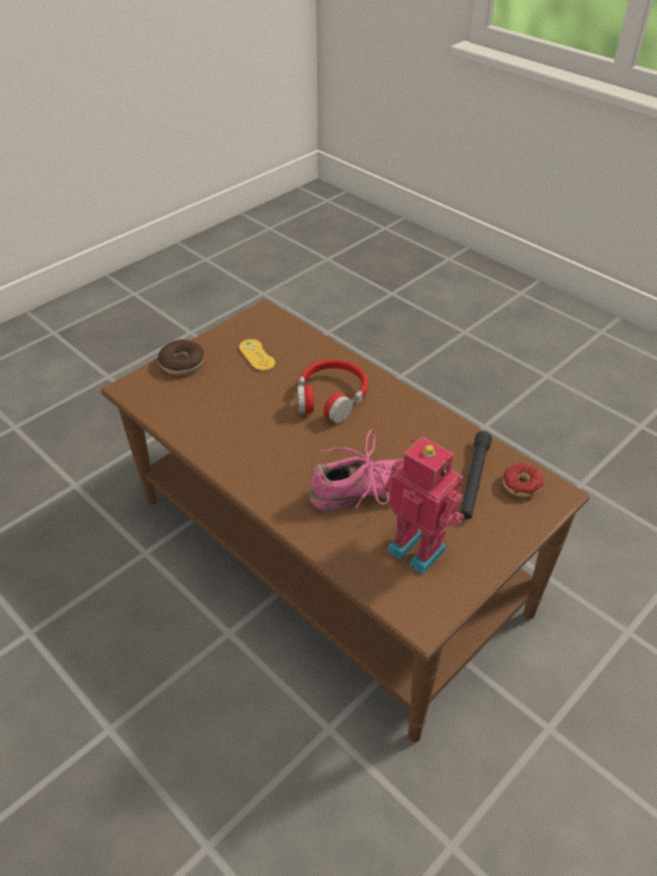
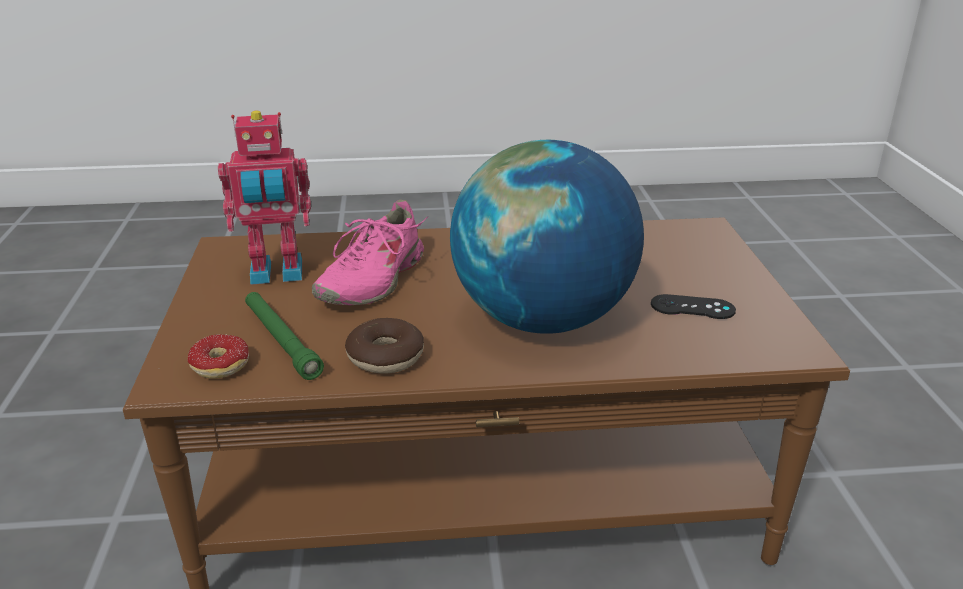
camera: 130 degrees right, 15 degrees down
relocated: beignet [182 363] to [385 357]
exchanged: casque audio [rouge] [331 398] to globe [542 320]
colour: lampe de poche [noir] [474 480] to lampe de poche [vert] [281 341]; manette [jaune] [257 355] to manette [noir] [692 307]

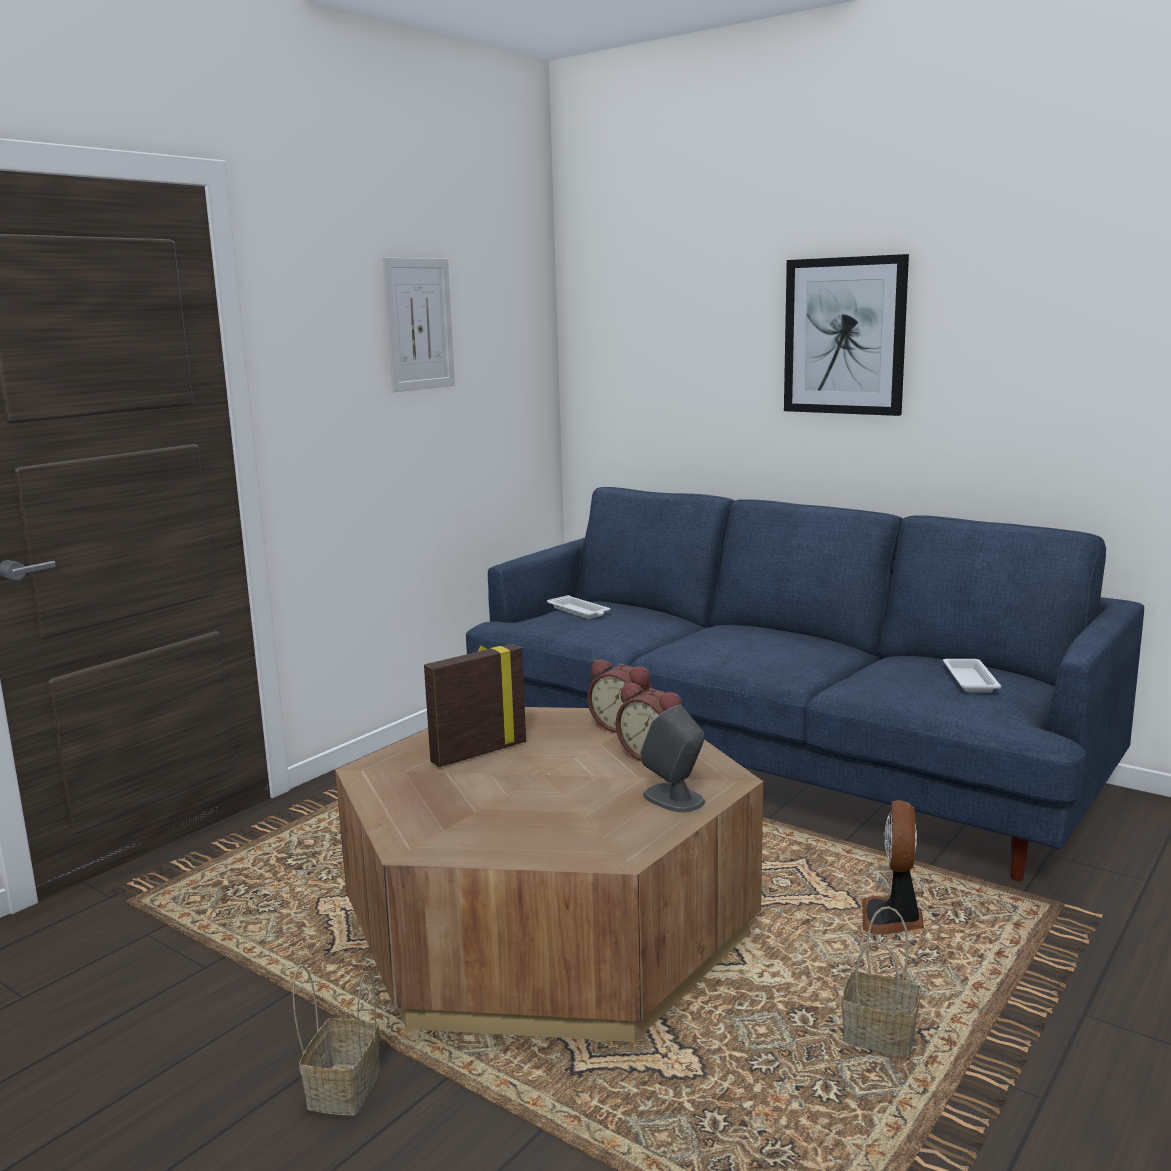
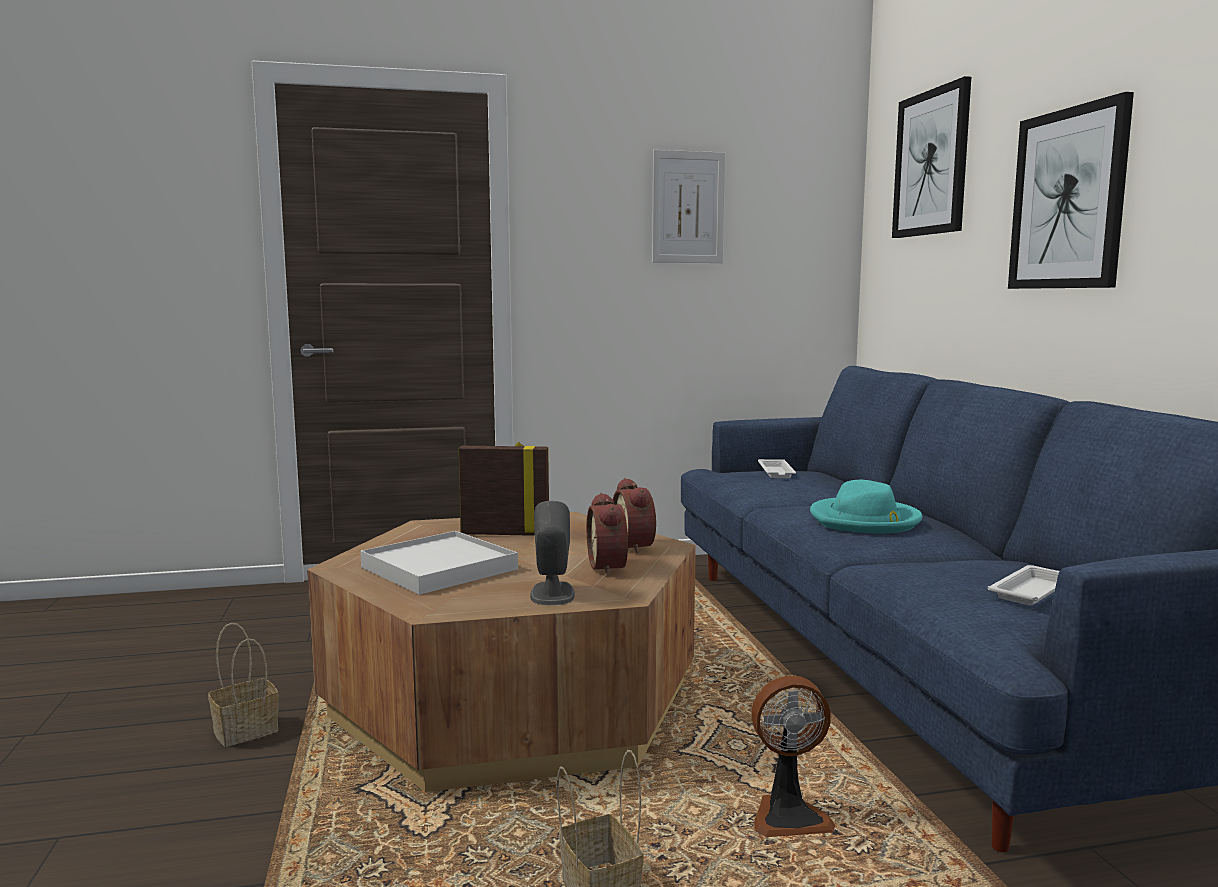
camera: 40 degrees right, 5 degrees down
appeared: plateau [blanc] [438 568]; chapeau [turquoise] [864 521]; tableau [931 163]
spun: ventilateur [892 919] = [788 817] 150 degrees counterclockwise

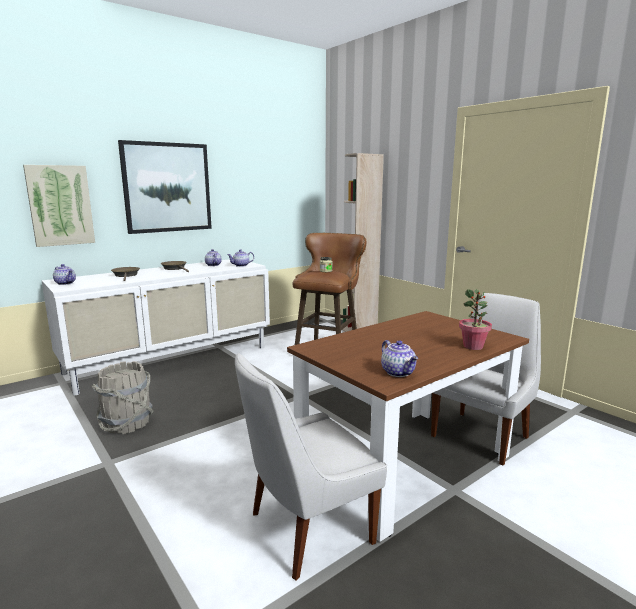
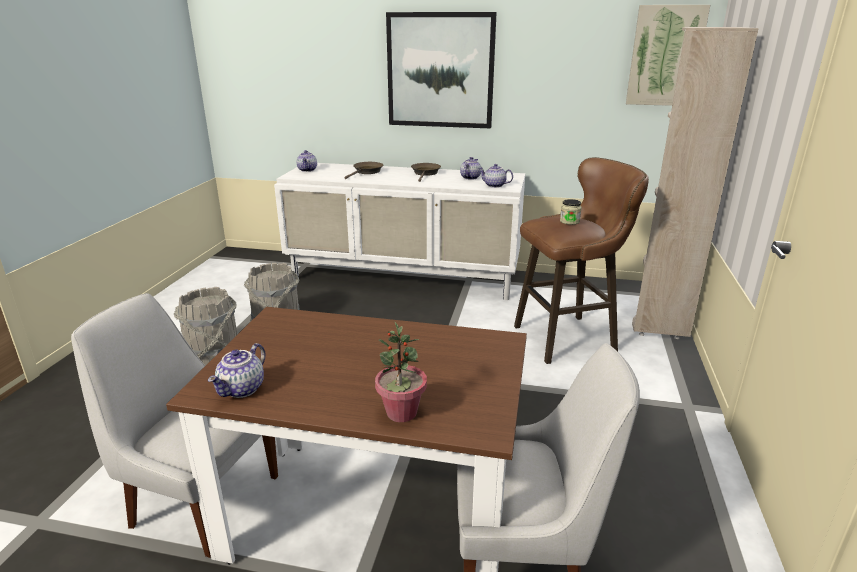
camera: 50 degrees right, 10 degrees up
appeared: seau [gris] [214 354]
relocated: tableau [60 205] to [665 56]

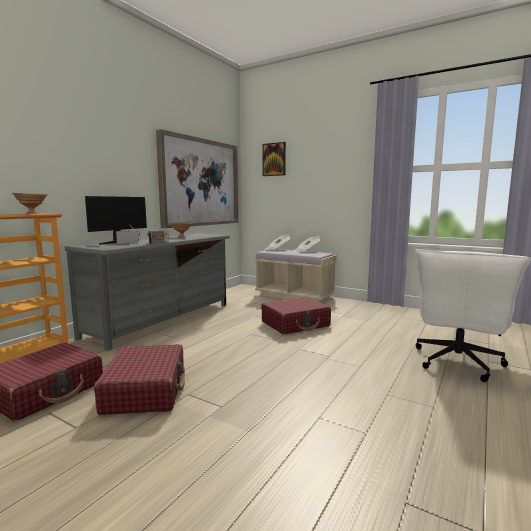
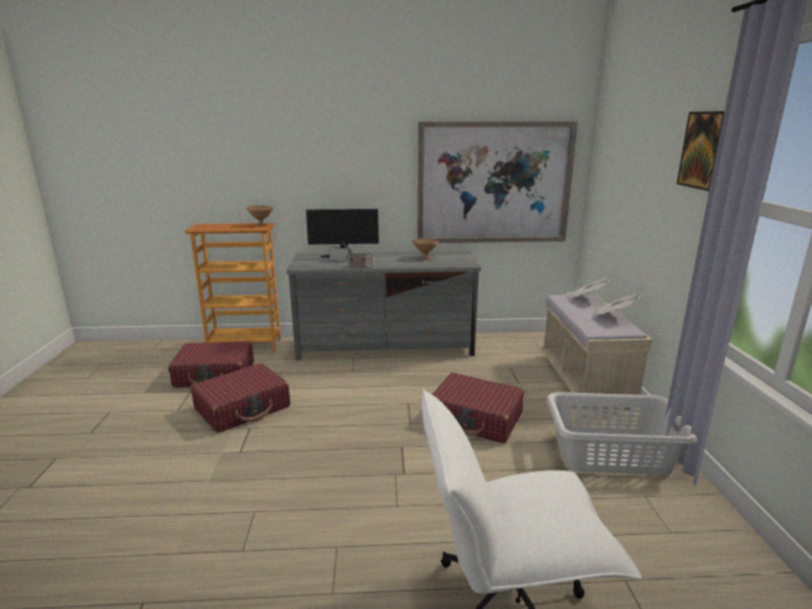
camera: 55 degrees right, 10 degrees up
appeared: panier à linge [gris] [612 455]
relocated: tableau [274 159] to [703 150]

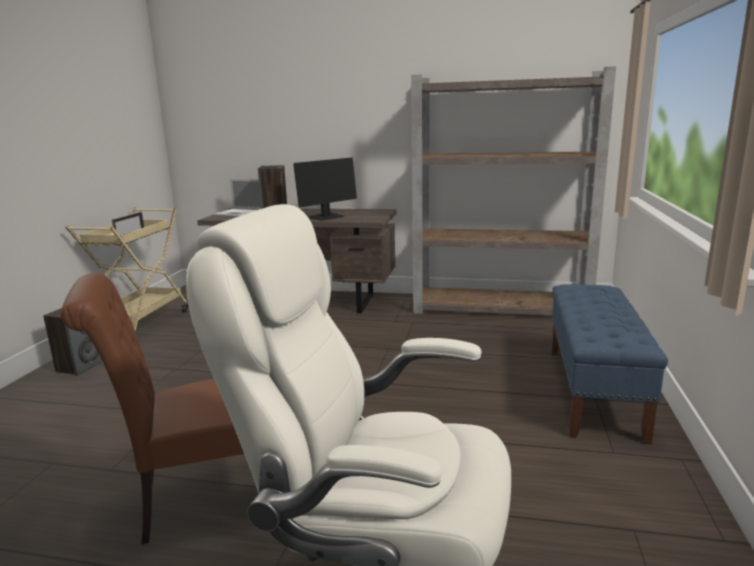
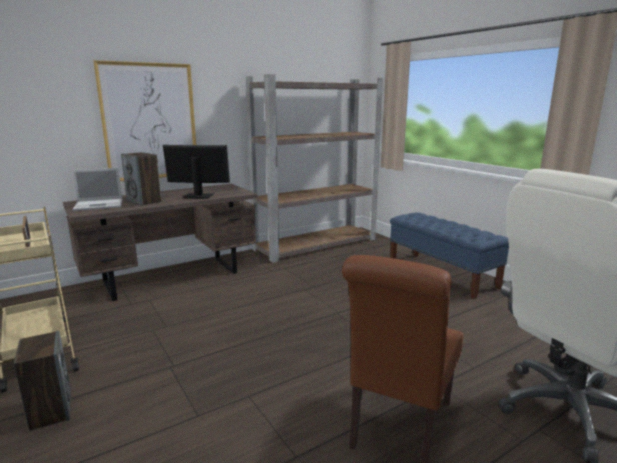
camera: 45 degrees left, 0 degrees up
appeared: tableau [150 122]
spun: écran d'ordinateur [326 217] = [198 196] 90 degrees counterclockwise

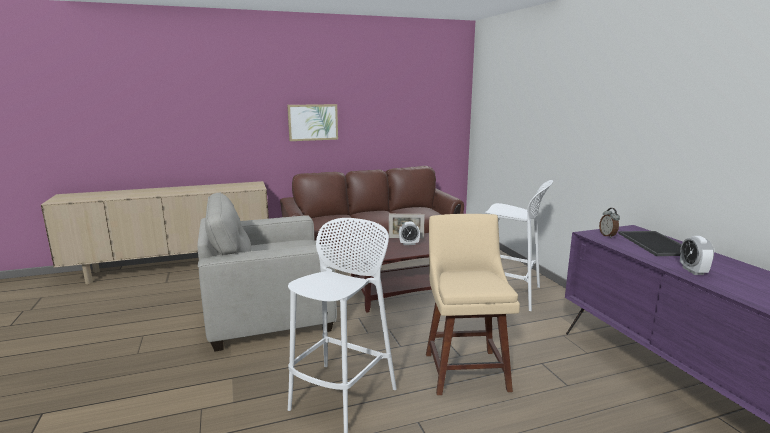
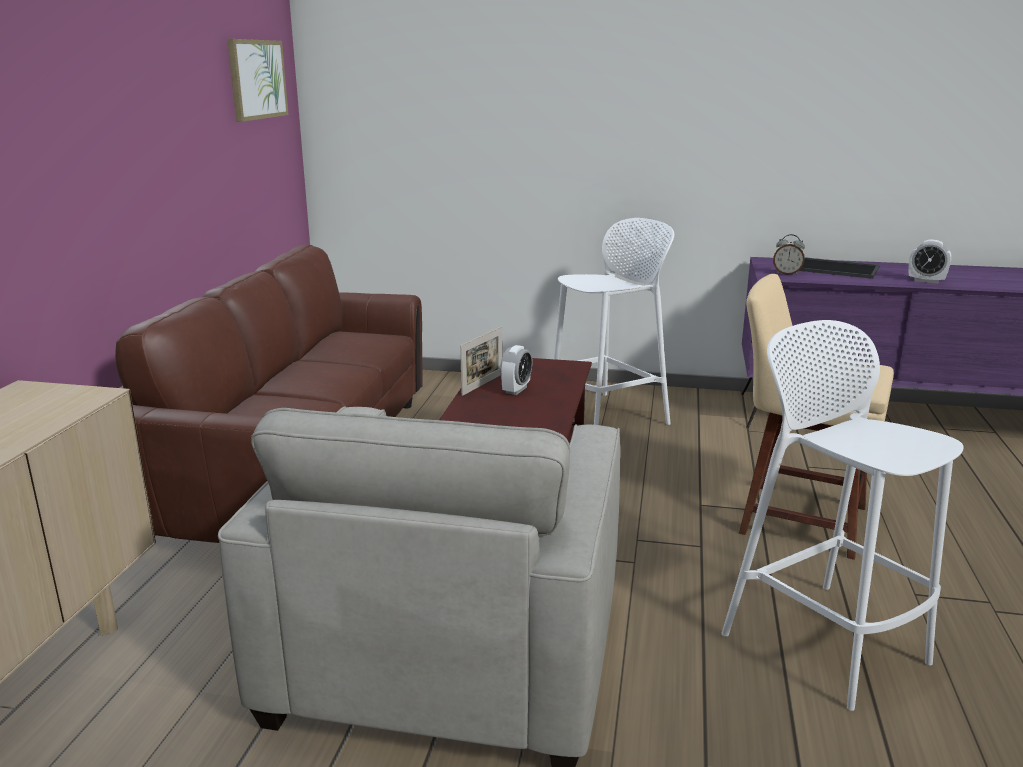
camera: 60 degrees left, 5 degrees up
relocated: tableau [313 122] to [257 79]

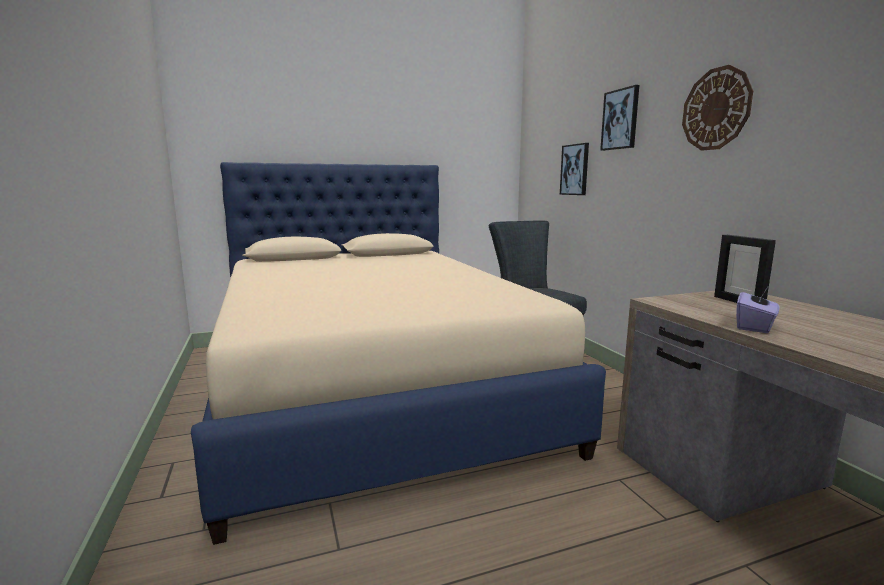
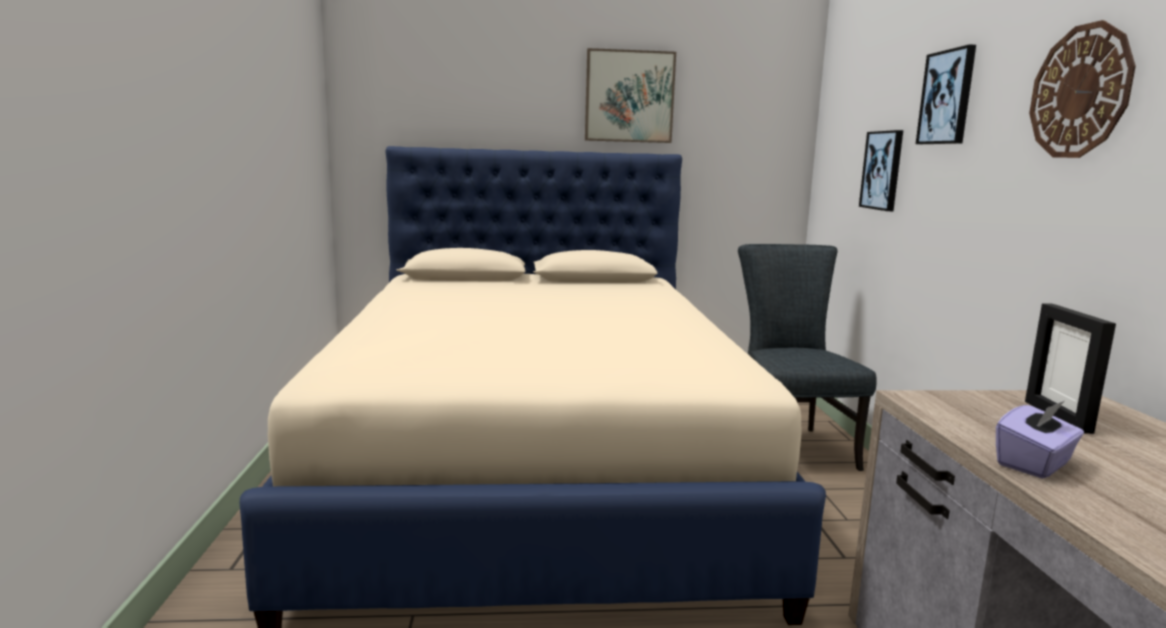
camera: 15 degrees right, 0 degrees up
appeared: tableau [629 96]

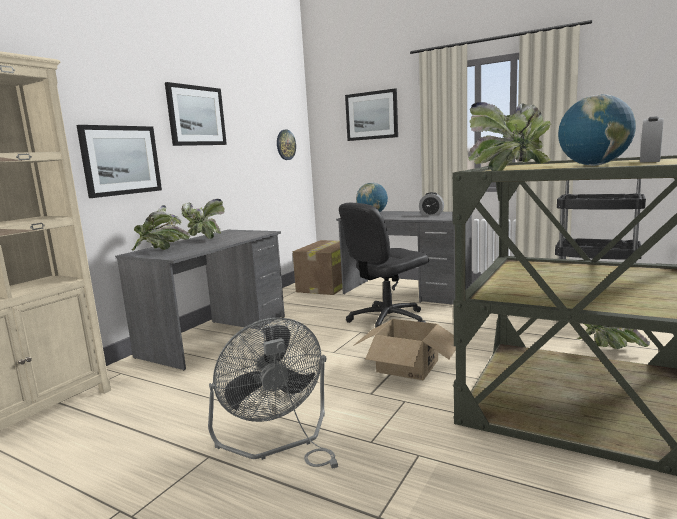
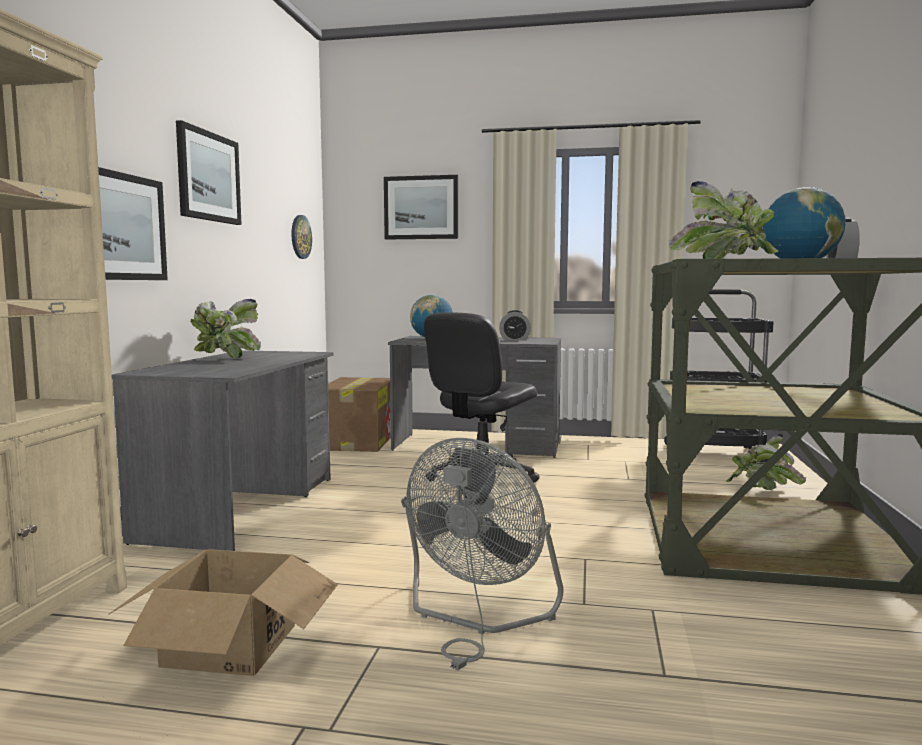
camera: 20 degrees left, 5 degrees down
missing: plante en pot [162 251]
relocated: carton [408 365] to [230 644]
spun: ventilateur [gris] [284 440] = [469 615] 75 degrees clockwise

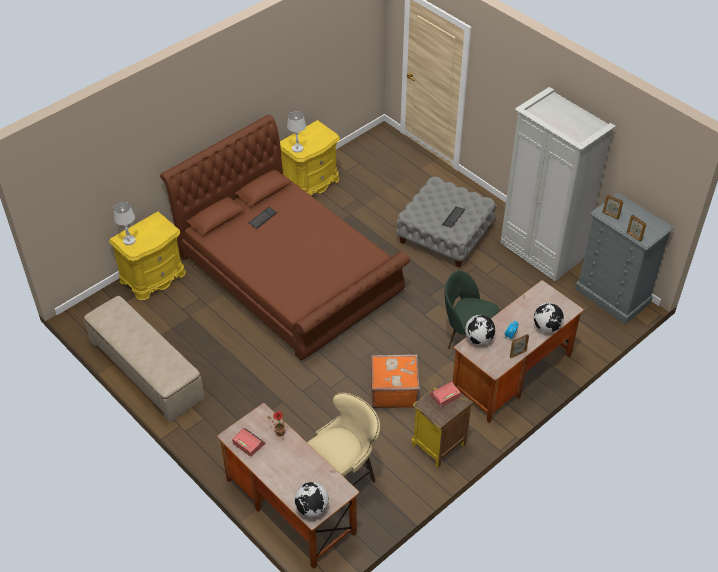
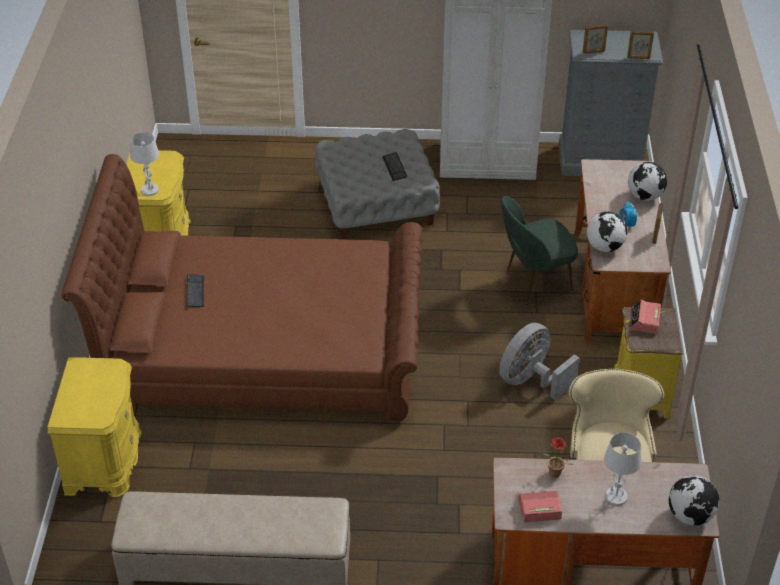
camera: 45 degrees left, 5 degrees down
relocated: lampe de table [blanc] [129 240] to [615 497]
exchanged: valise [orange] [393 391] to ventilateur [gris] [531 380]

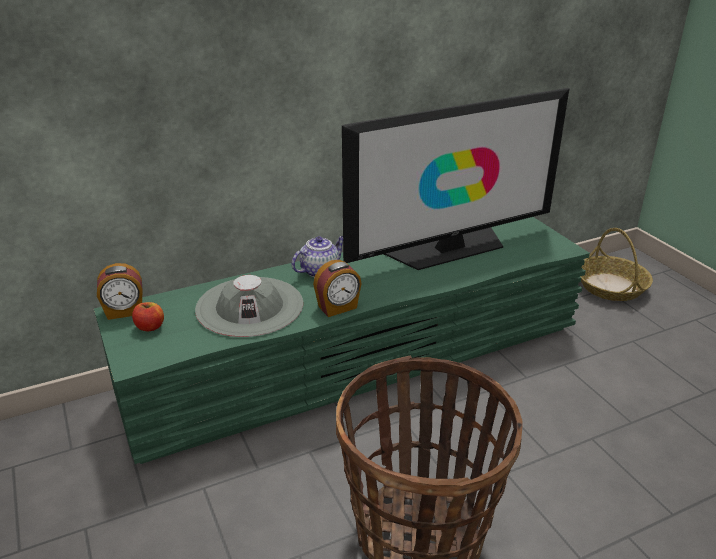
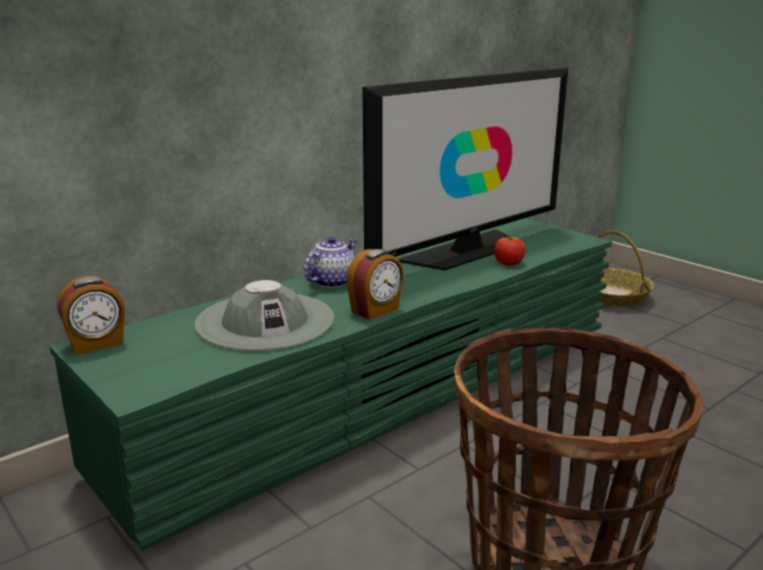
camera: 15 degrees left, 10 degrees down
relocated: pomme [150 327] to [508 263]

